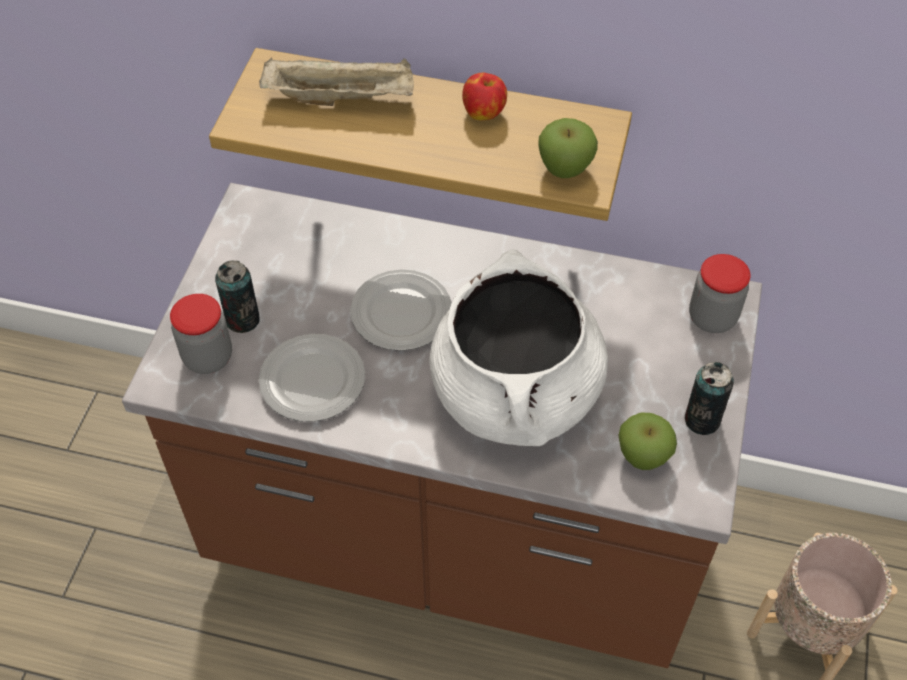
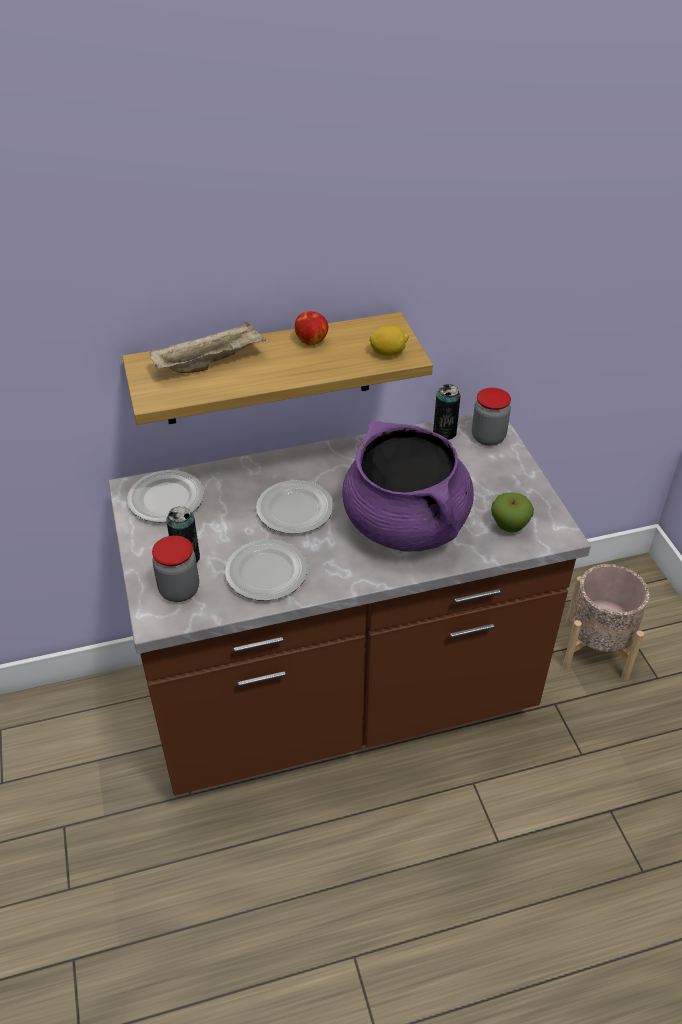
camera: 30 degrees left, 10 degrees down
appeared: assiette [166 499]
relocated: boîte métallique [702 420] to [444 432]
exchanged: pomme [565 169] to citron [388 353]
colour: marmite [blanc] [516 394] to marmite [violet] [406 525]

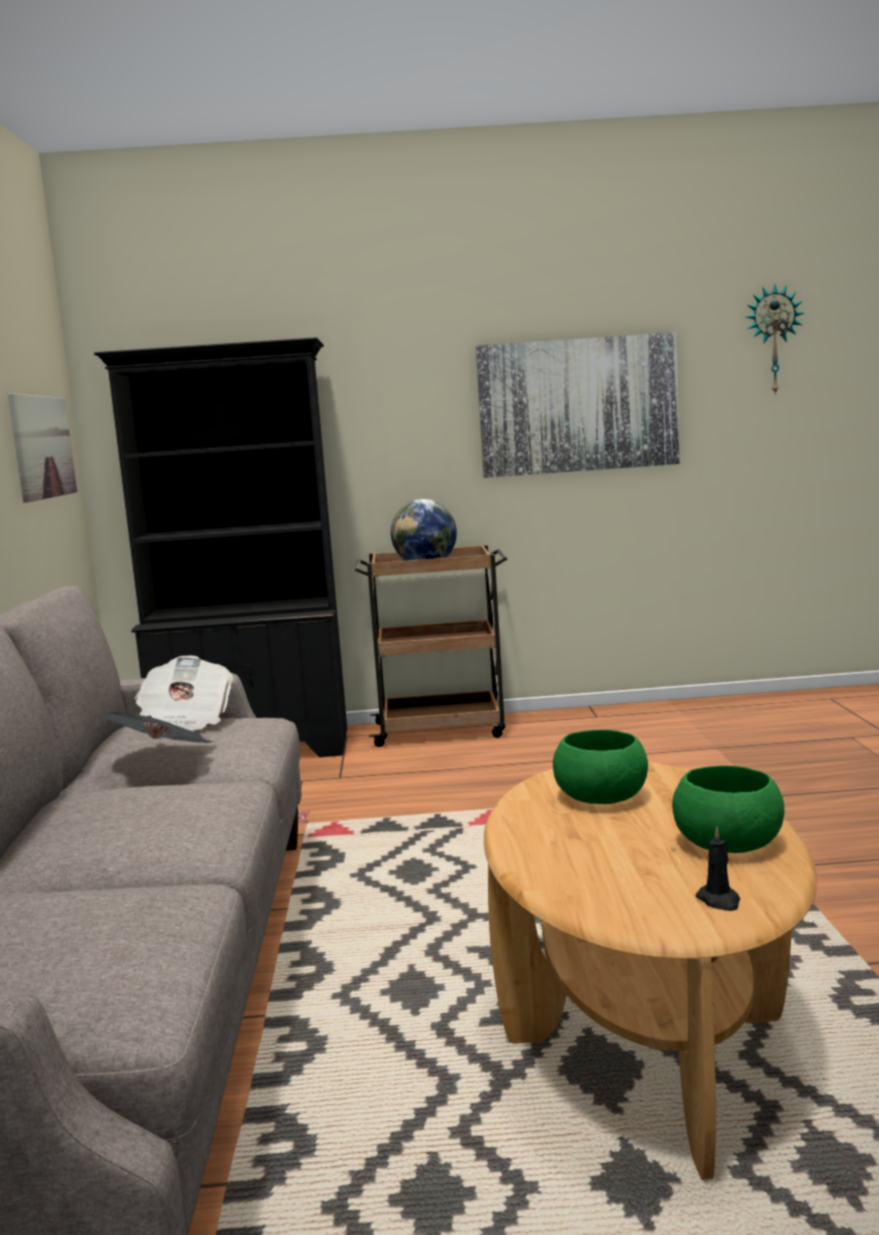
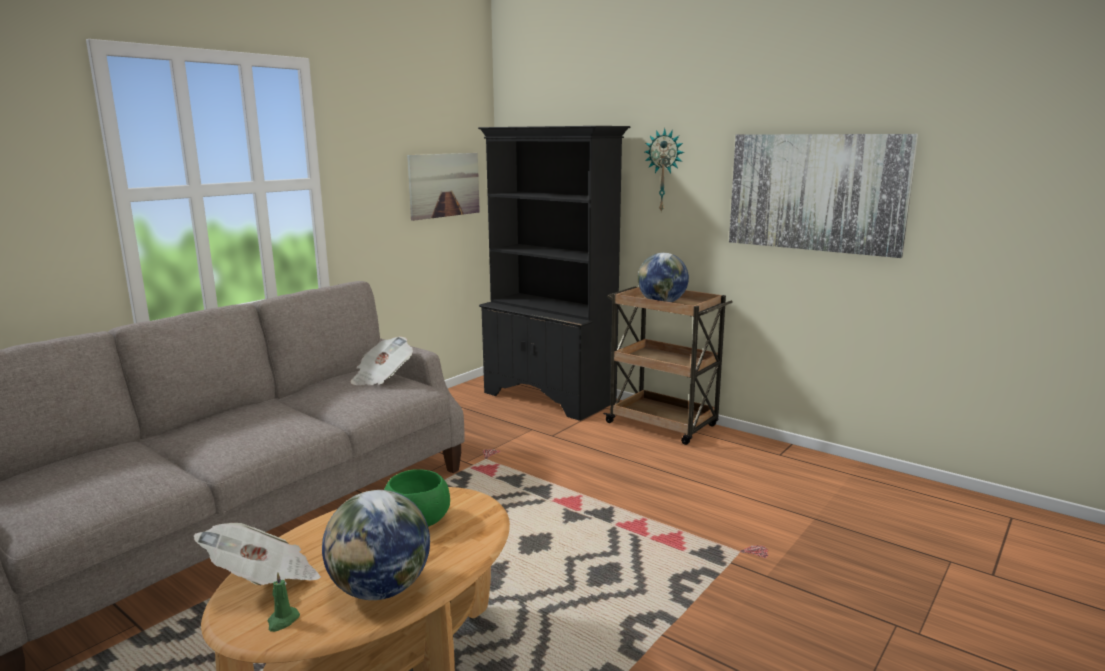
camera: 40 degrees right, 5 degrees up
relocated: journal [163 758] to [264 580]; horloge murale [773 340] to [664 170]
exchanged: bol [vert] [729 843] to globe [380 590]
colour: bougie [noir] [719 901] to bougie [vert] [282 621]

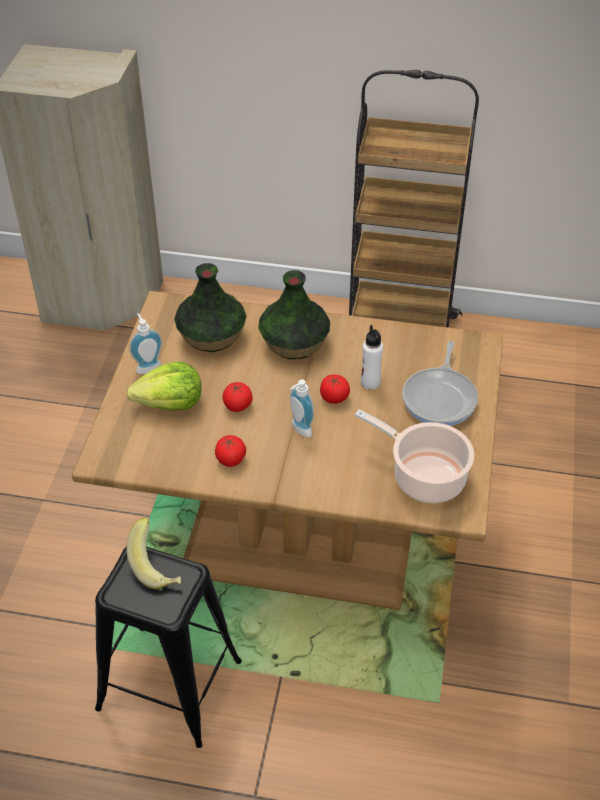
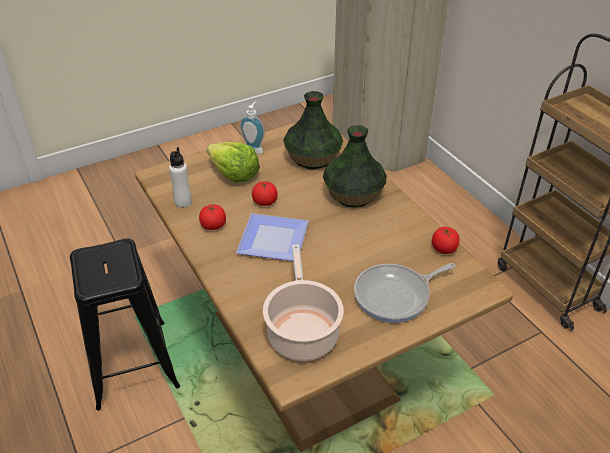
camera: 50 degrees right, 5 degrees down
missing: banane [158 566]
relocated: bouteille [blanc] [370 382] to [183 202]; tomate [334 397] to [444 249]
exchanged: distributeur de savon [299 430] to assiette [275 241]

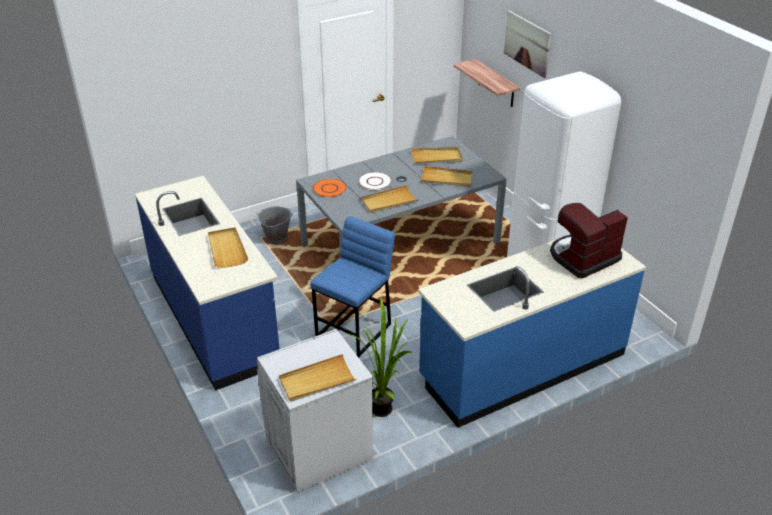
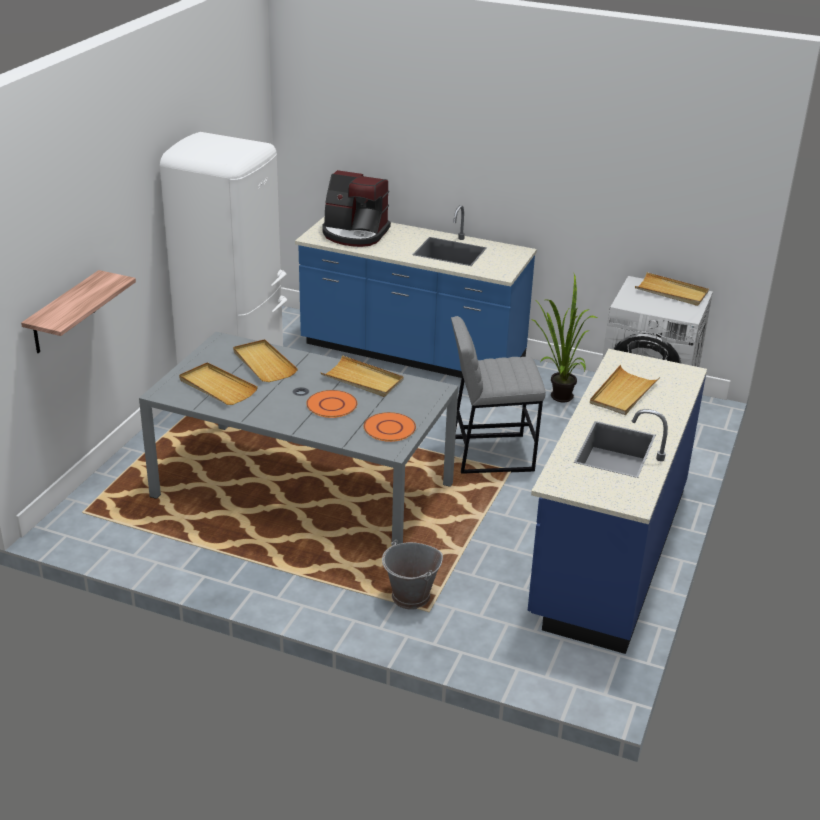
camera: 130 degrees left, 5 degrees down
missing: tableau [527 43]
colour: assiette [blanc] [375 182] to assiette [orange] [331 405]; chaise [bleu] [354 329] to chaise [gris] [489 454]

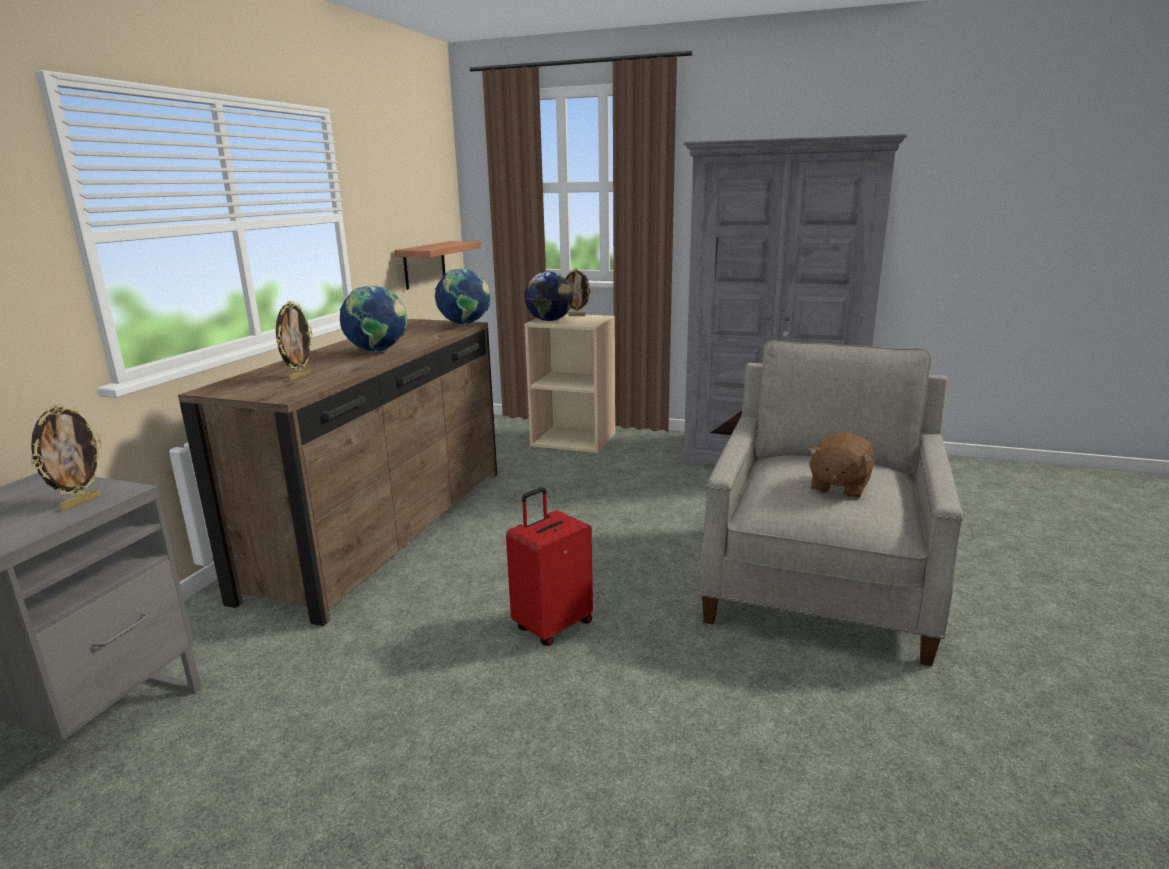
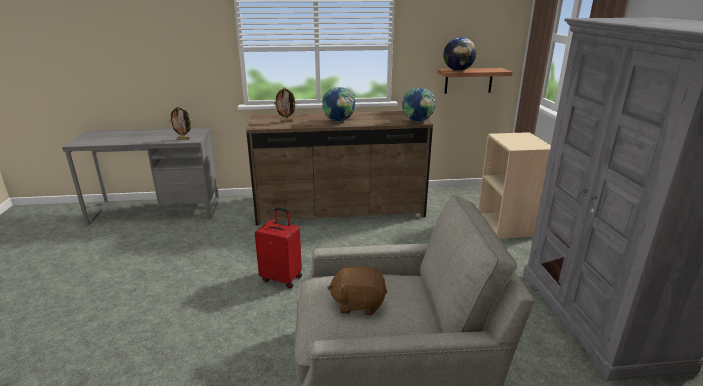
camera: 65 degrees right, 5 degrees up
missing: cadre photo [577 315]
relocated: globe [549 320] to [458 70]

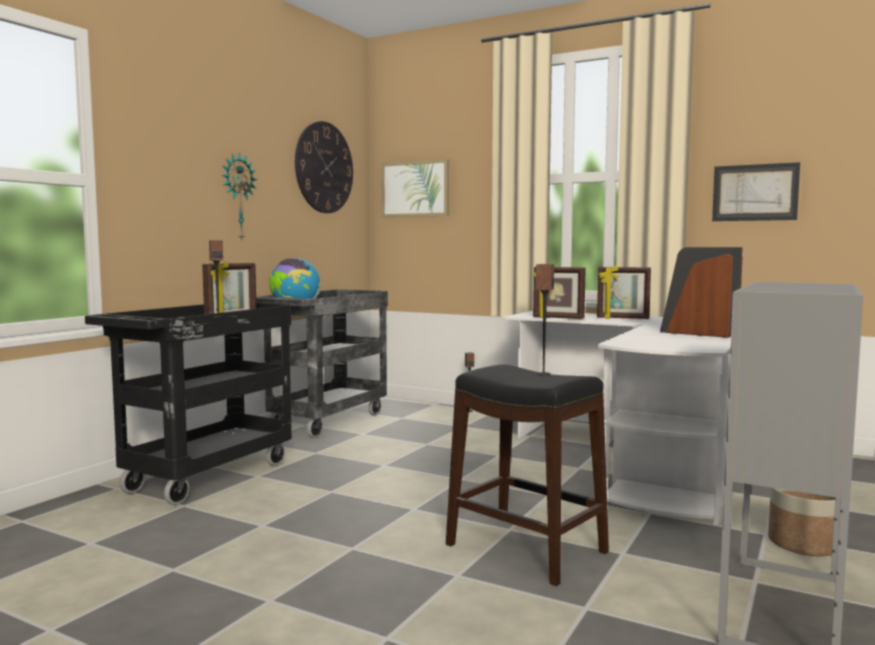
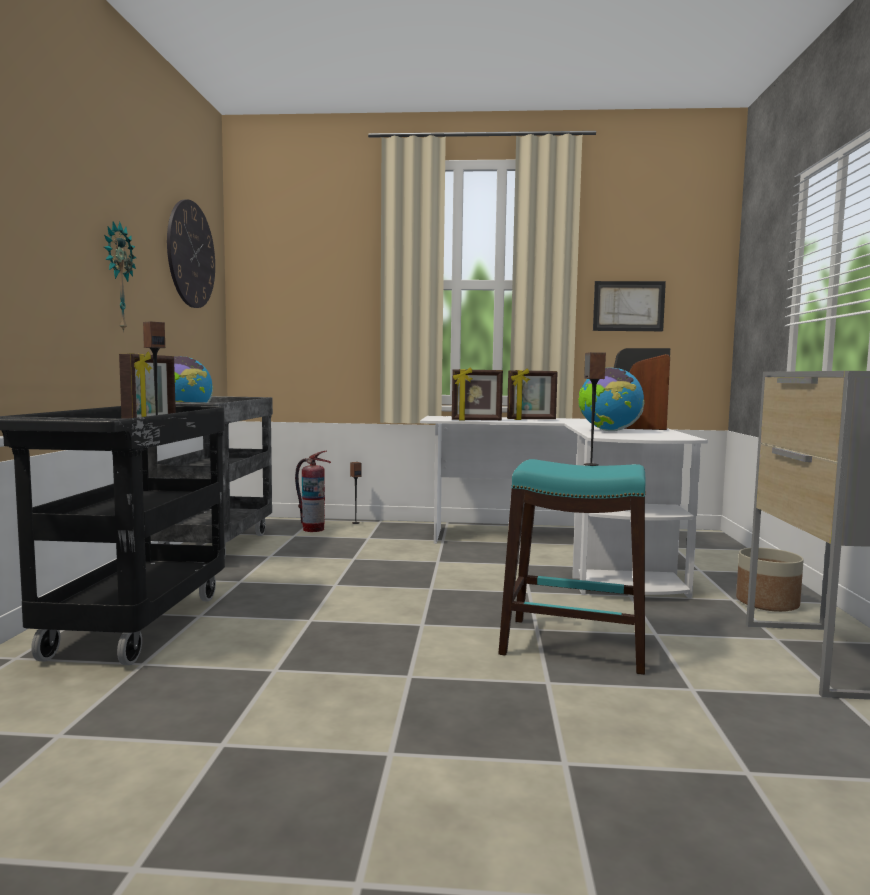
camera: 25 degrees left, 0 degrees up
missing: tableau [415 189]
appeared: extincteur [313 529]; globe [609 431]
colour: tabouret [noir] [526 549] to tabouret [turquoise] [574 645]

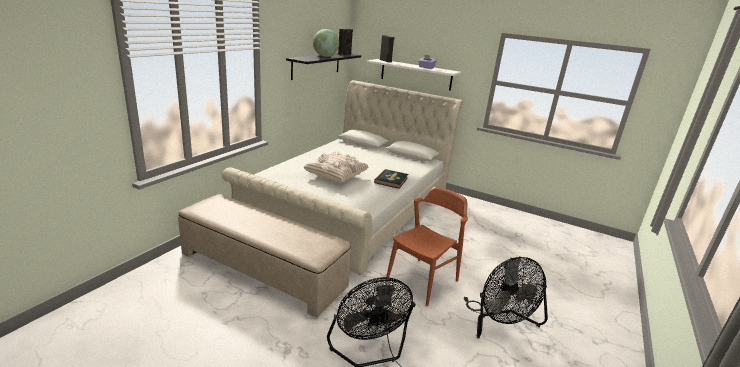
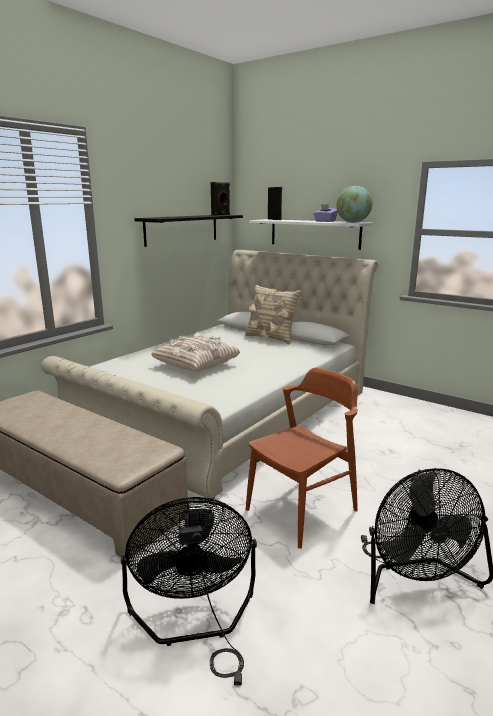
camera: 10 degrees right, 5 degrees down
missing: livre [391 180]
appeared: coussin [beige] [270 338]
relocated: globe [325 56] to [353 222]

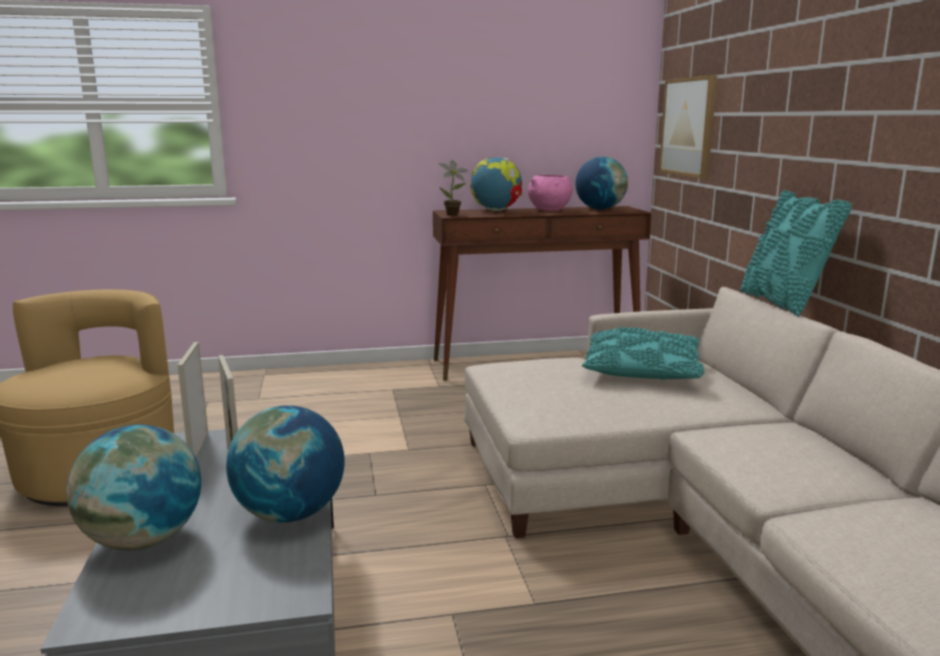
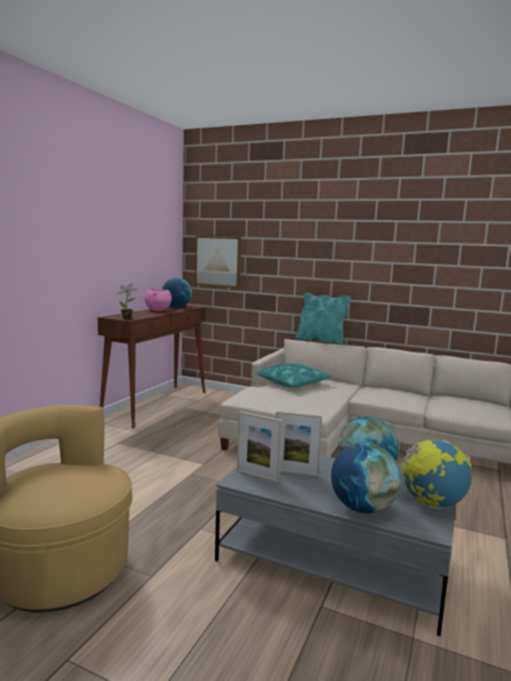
camera: 55 degrees left, 5 degrees down
relocated: globe [496 210] to [432 504]

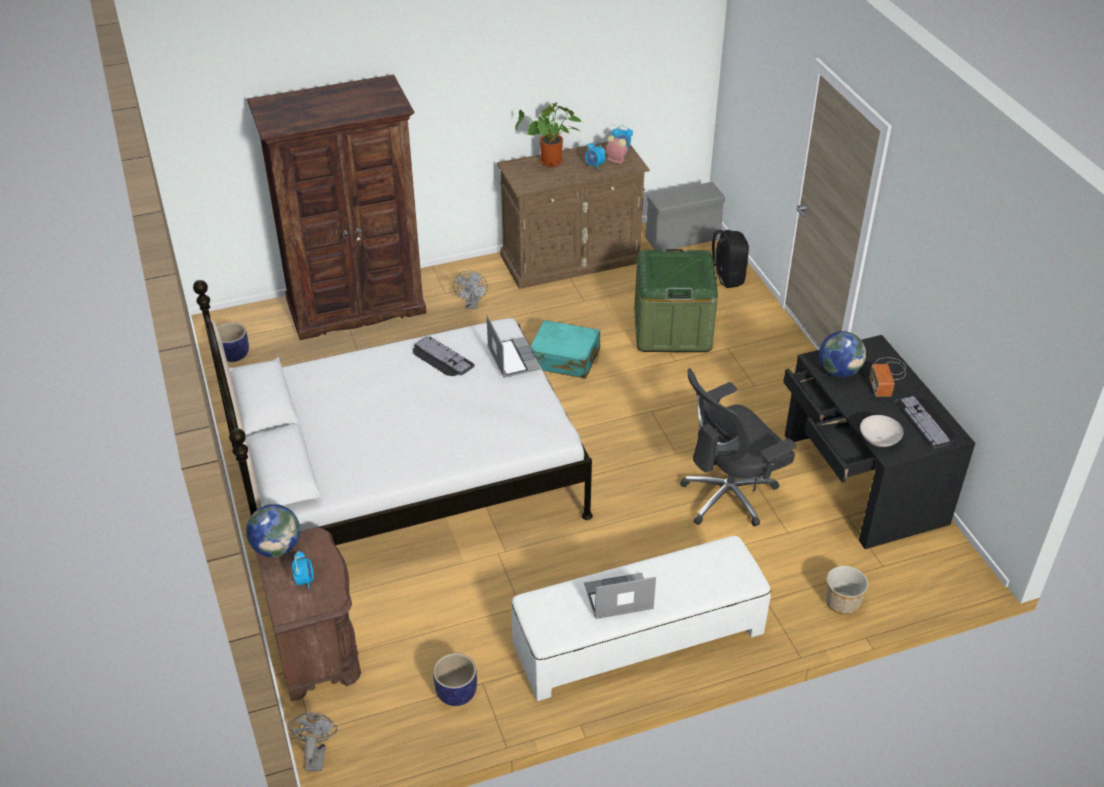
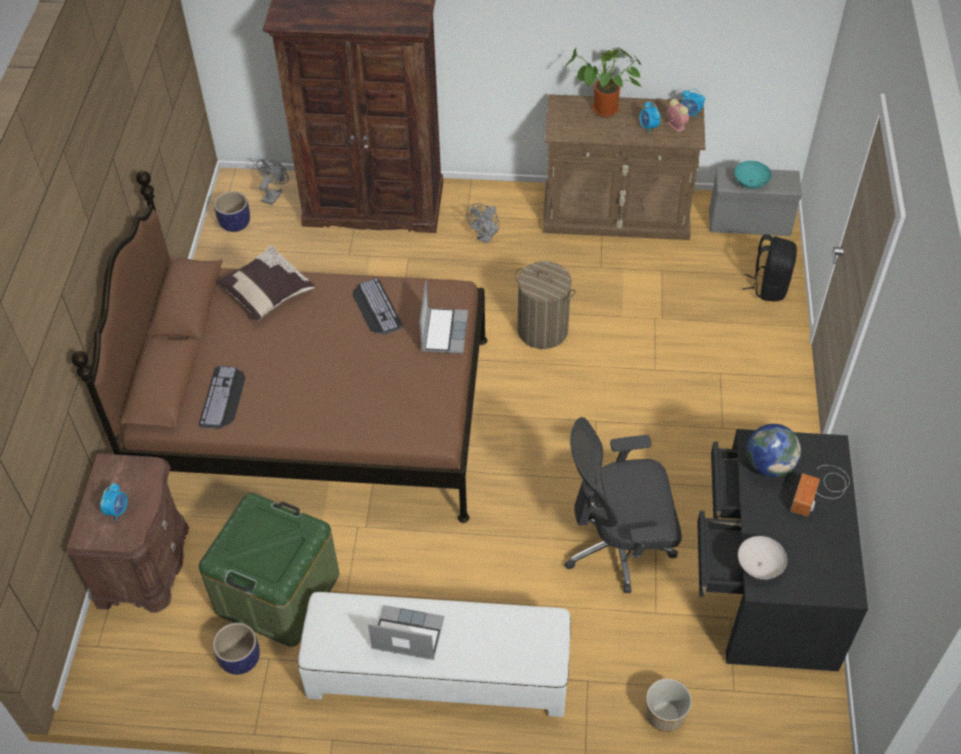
camera: 25 degrees right, 10 degrees up
missing: globe [277 548]
appeared: coussin [267 292]; bol [turquoise] [750 183]
relocated: clavier [927 421] to [224 398]; boîte de rangement [vert] [672 329] to [277 592]; ventilateur [gris] [315 754] to [273 195]
exchanged: valise [turquoise] [565 359] to panier à linge [542 330]
colour: lit [blanc] [405 481] to lit [marron] [315 416]

